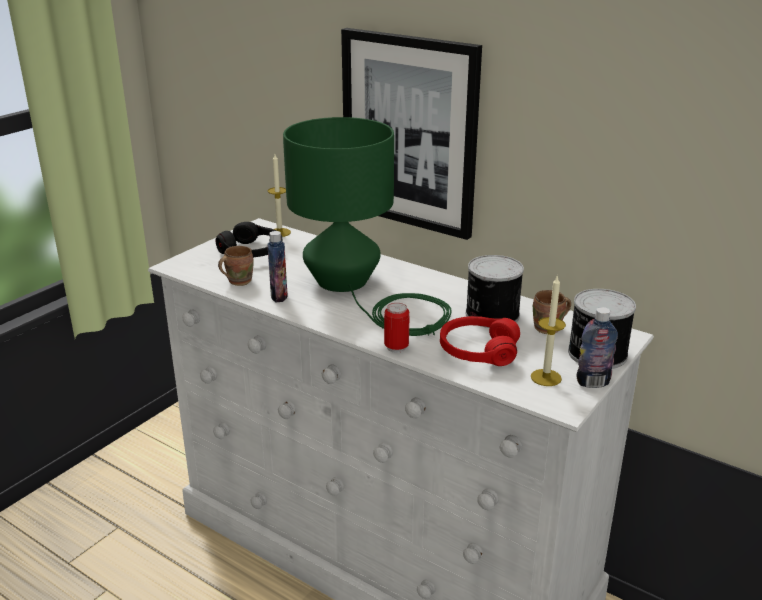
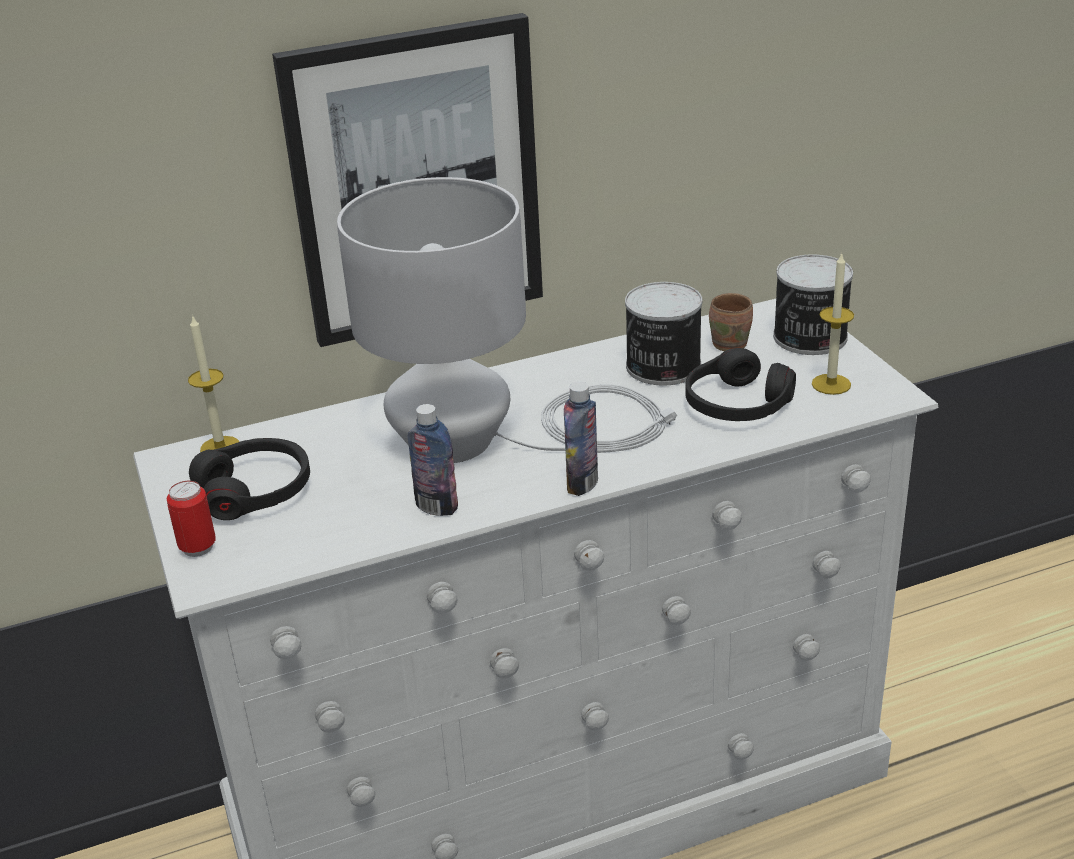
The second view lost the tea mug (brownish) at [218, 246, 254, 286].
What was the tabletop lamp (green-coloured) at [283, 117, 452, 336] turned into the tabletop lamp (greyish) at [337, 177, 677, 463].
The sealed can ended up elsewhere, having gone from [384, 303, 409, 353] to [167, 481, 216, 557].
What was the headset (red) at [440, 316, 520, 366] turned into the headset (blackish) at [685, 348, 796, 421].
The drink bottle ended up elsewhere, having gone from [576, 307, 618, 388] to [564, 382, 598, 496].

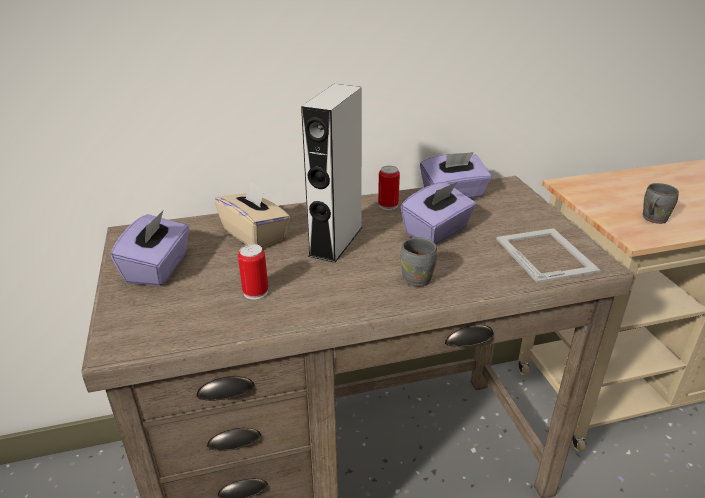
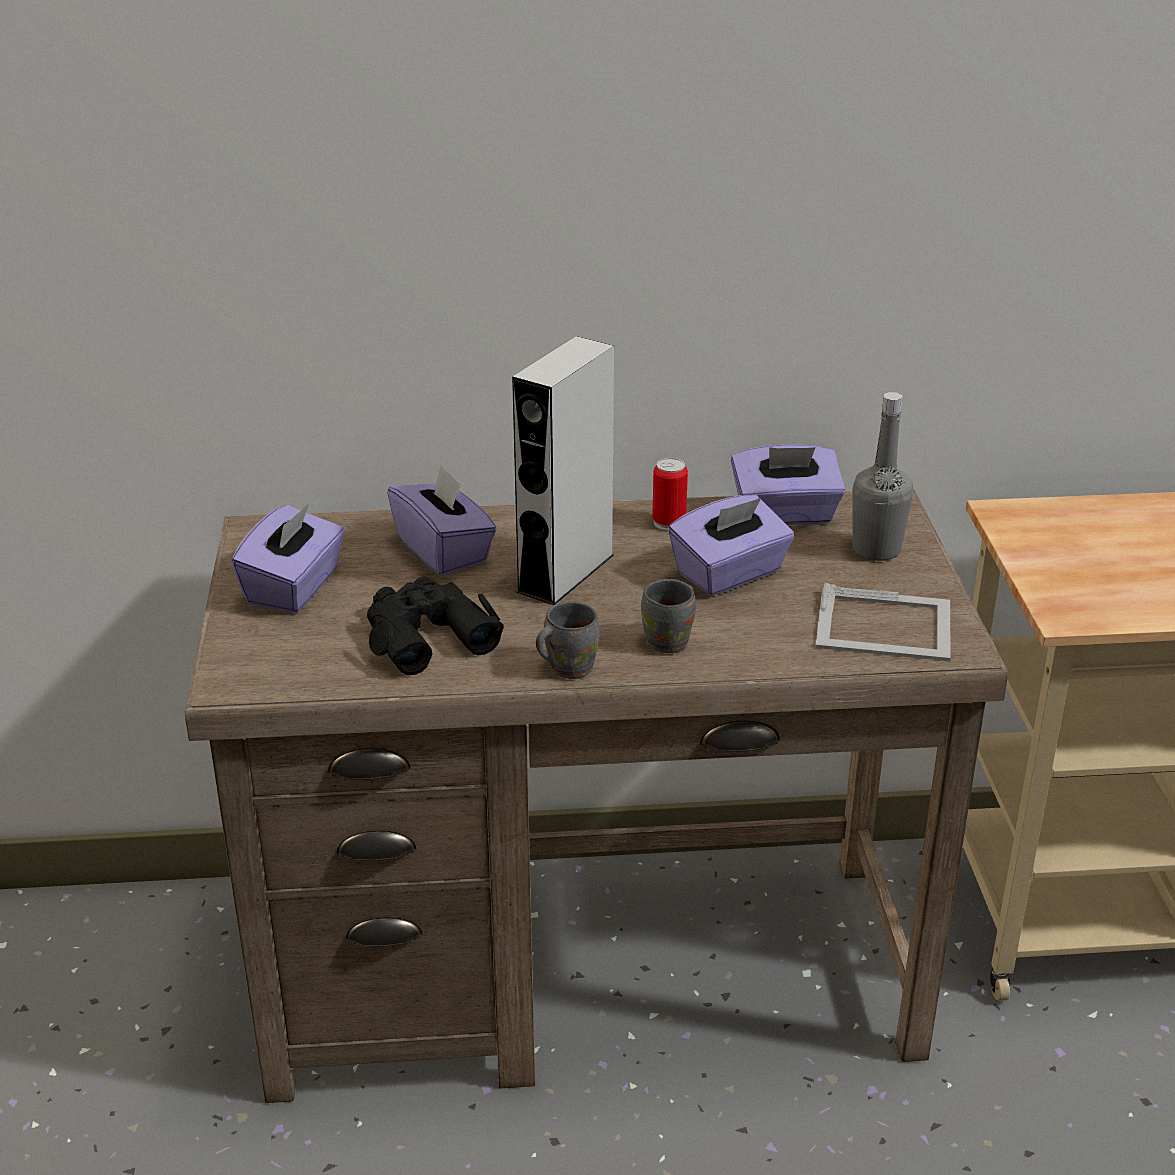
What was the tissue box (beige-coloured) at [215, 179, 290, 249] turned into the tissue box (purple-coloured) at [387, 465, 497, 576].
Where the sealed can stood at [238, 244, 268, 300], the binoculars (blackish) came to stand at [367, 577, 504, 675].
The picture frame at [496, 228, 600, 283] ended up facing another way, 105 degrees clockwise from before.
The tea mug (greyish) ended up elsewhere, having gone from [643, 183, 679, 224] to [536, 602, 600, 679].
The second view gained the drink bottle (greyish) at [852, 392, 913, 561].

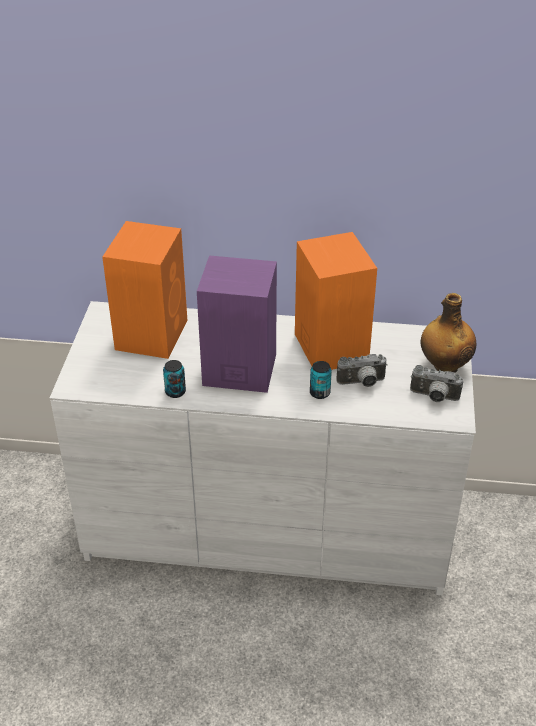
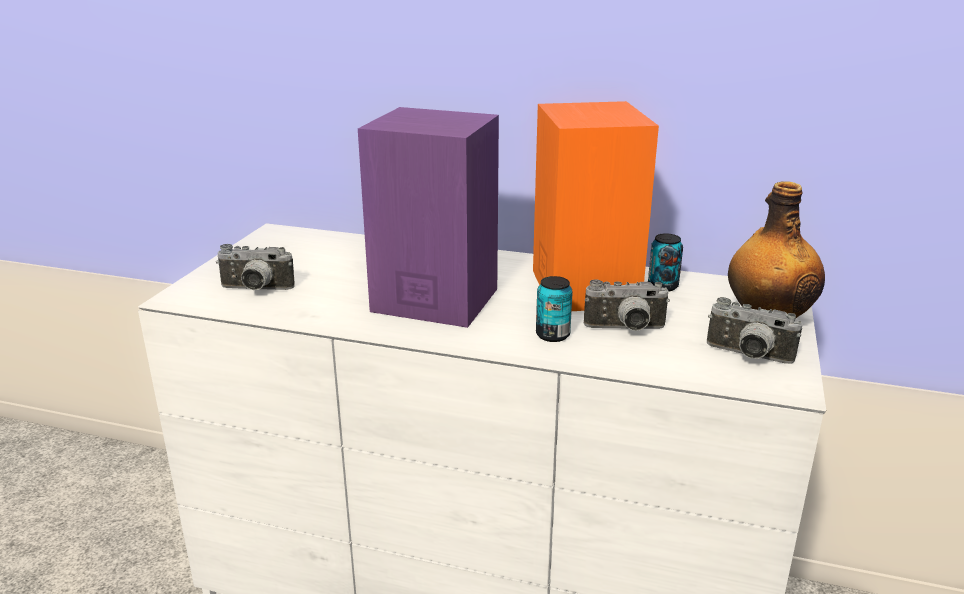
The second view lost the speaker (orangey) at [102, 221, 188, 359].
The sealed can ended up elsewhere, having gone from [163, 360, 186, 398] to [648, 233, 683, 292].
The second view gained the still camera at [216, 244, 295, 290].

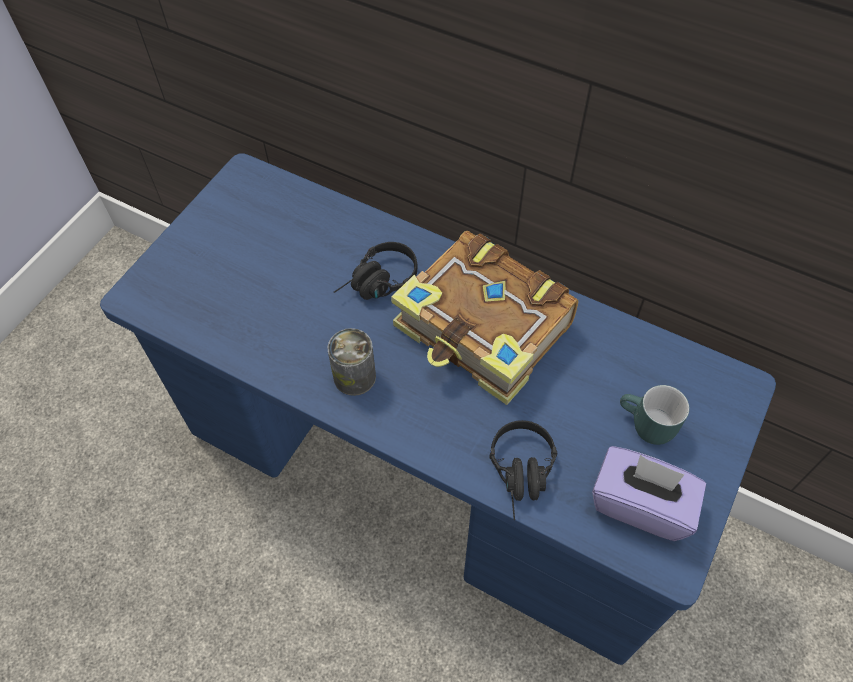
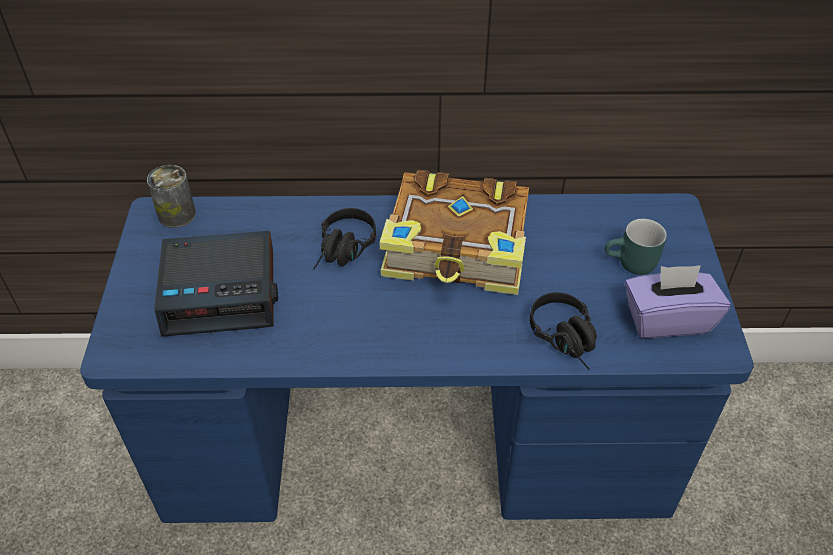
The sealed can ended up elsewhere, having gone from [328, 328, 376, 396] to [147, 165, 196, 228].
The second view gained the bedside clock at [154, 231, 278, 336].

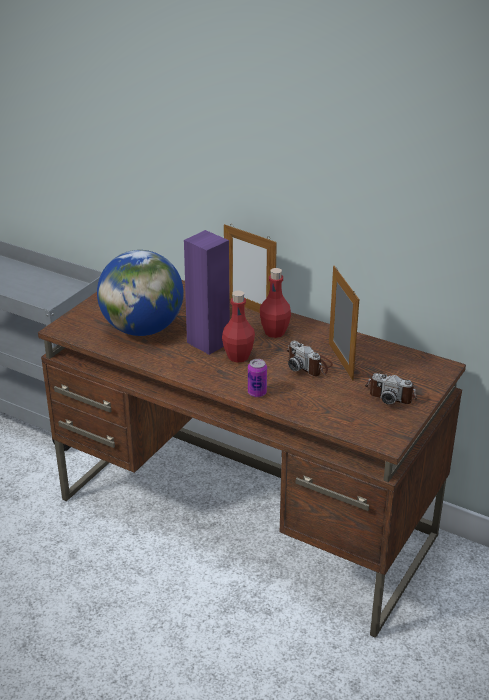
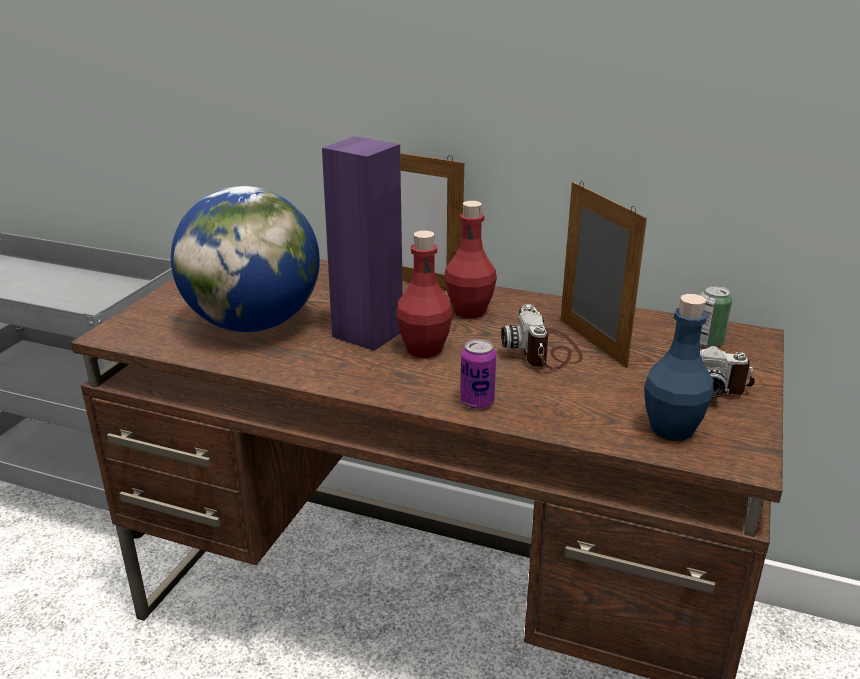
The still camera at [287, 341, 333, 376] ended up facing another way, 45 degrees clockwise from before.
The second view gained the drink bottle (blue) at [644, 294, 714, 441].
The second view gained the sealed can at [700, 285, 732, 347].

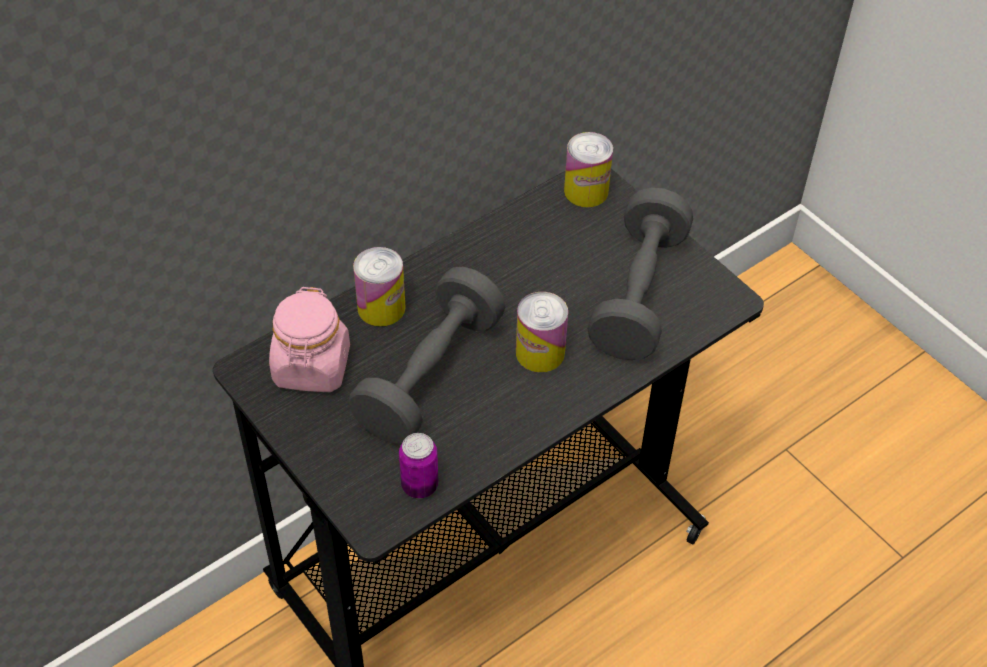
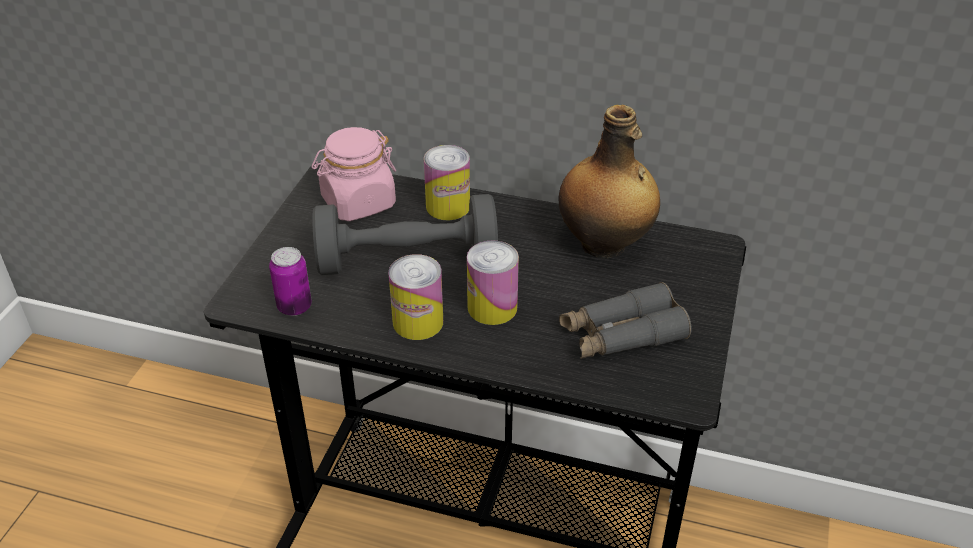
The sealed can ended up elsewhere, having gone from [564, 132, 613, 207] to [388, 254, 443, 340].
Where the hand weight (greyish) stood at [587, 188, 693, 360], the binoculars (greyish) came to stand at [559, 282, 692, 359].
The second view gained the drink bottle at [559, 105, 660, 259].

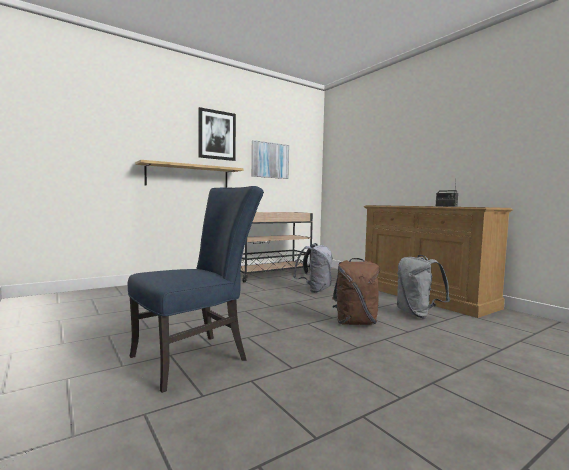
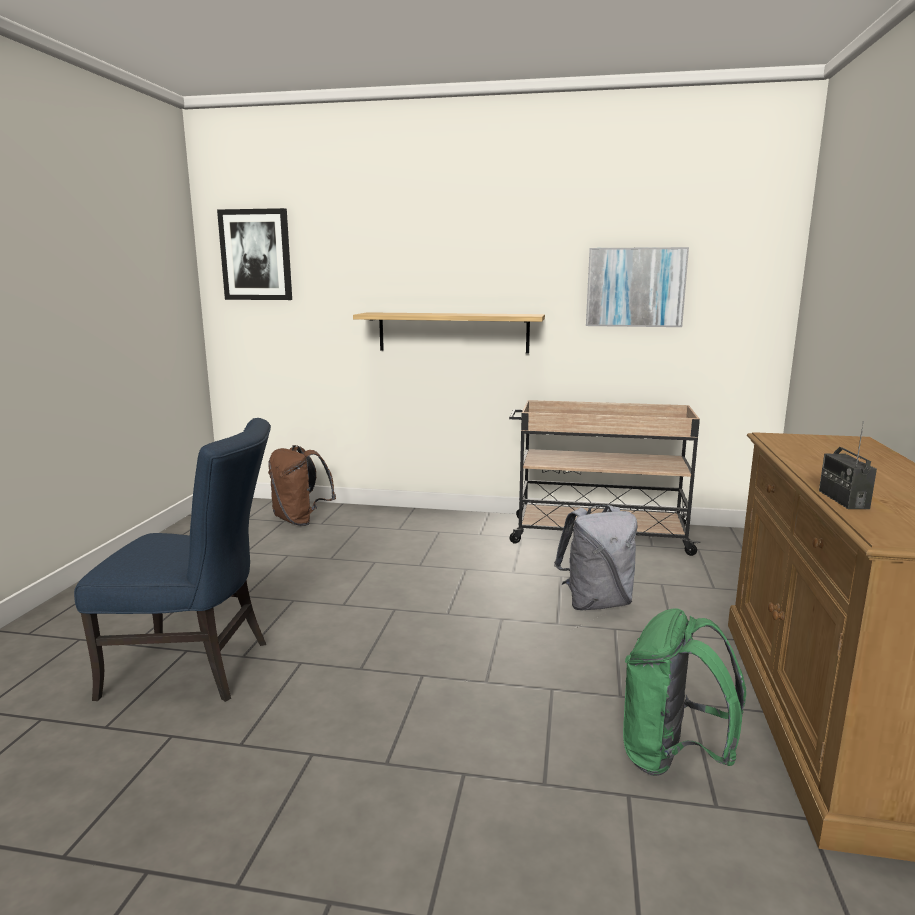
The wall art ended up elsewhere, having gone from [198, 107, 236, 161] to [217, 208, 292, 300].
The knapsack (brownish) ended up elsewhere, having gone from [332, 258, 380, 325] to [268, 445, 336, 526].
What was the knapsack (greyish) at [397, 255, 450, 319] turned into the knapsack (green-coloured) at [623, 608, 746, 776].

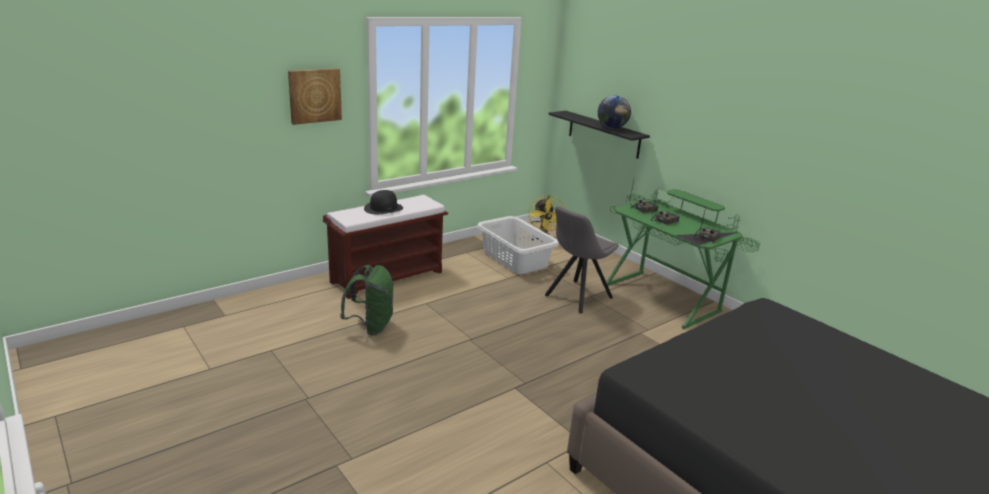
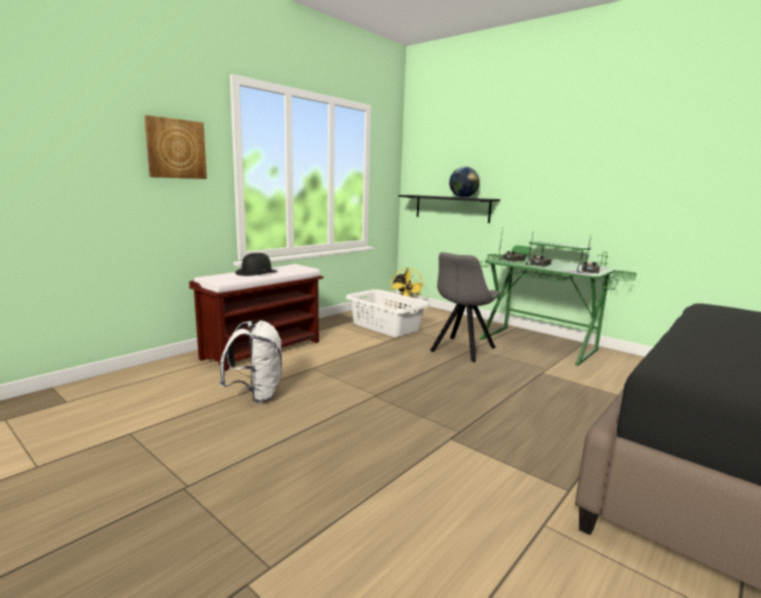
What was the knapsack (green-coloured) at [340, 265, 394, 335] turned into the knapsack (white-coloured) at [219, 321, 282, 403].

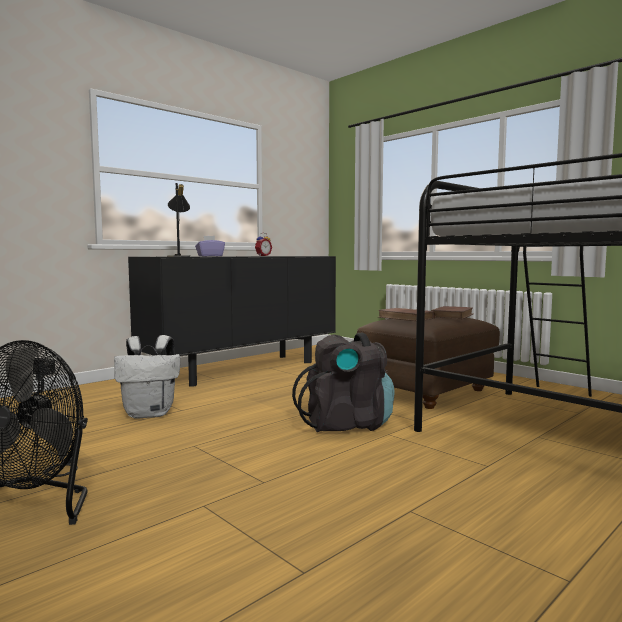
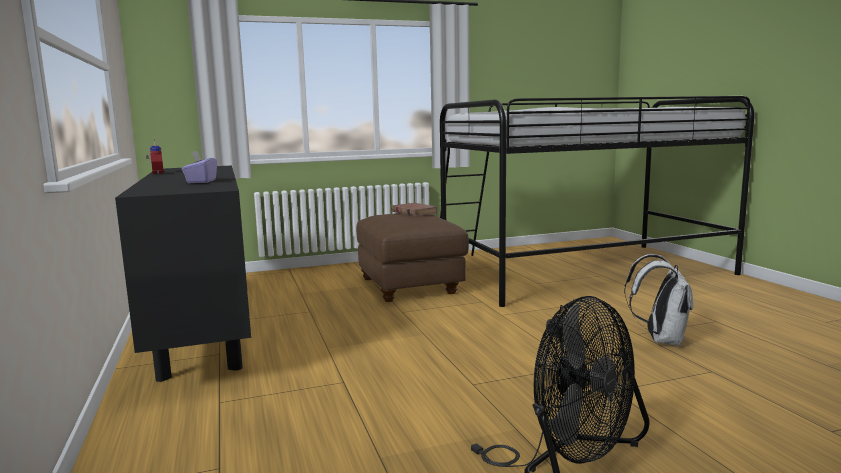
The knapsack (white-coloured) ended up elsewhere, having gone from [114, 335, 180, 419] to [624, 254, 693, 346].
The second view lost the tabletop lamp (blackish) at [168, 183, 190, 257].
The second view lost the knapsack (blackish) at [292, 333, 395, 432].
The second view lost the volume (brownish) at [378, 308, 435, 321].

